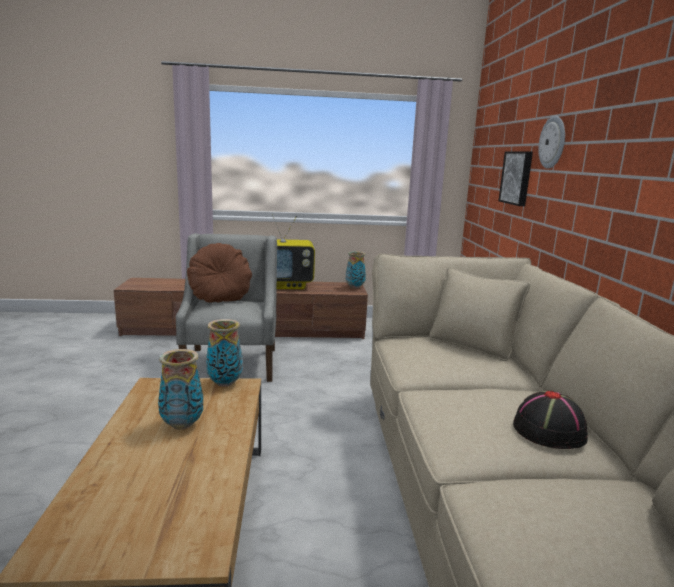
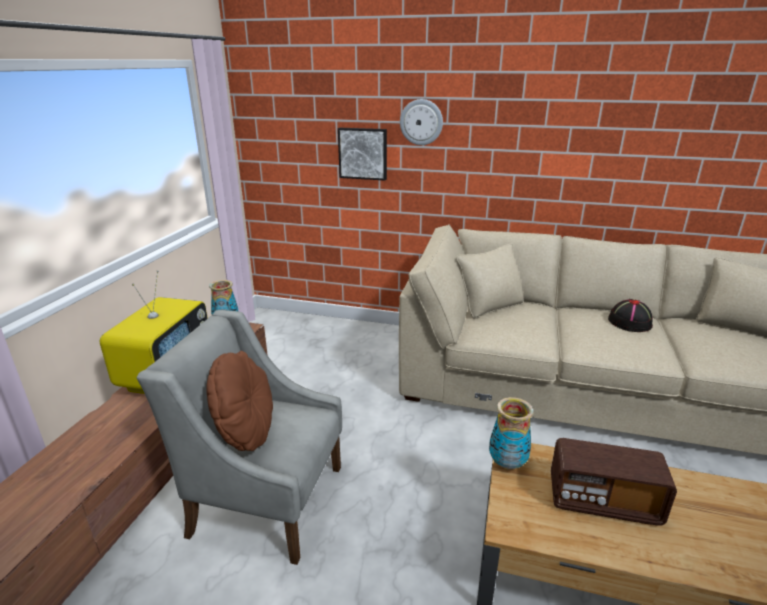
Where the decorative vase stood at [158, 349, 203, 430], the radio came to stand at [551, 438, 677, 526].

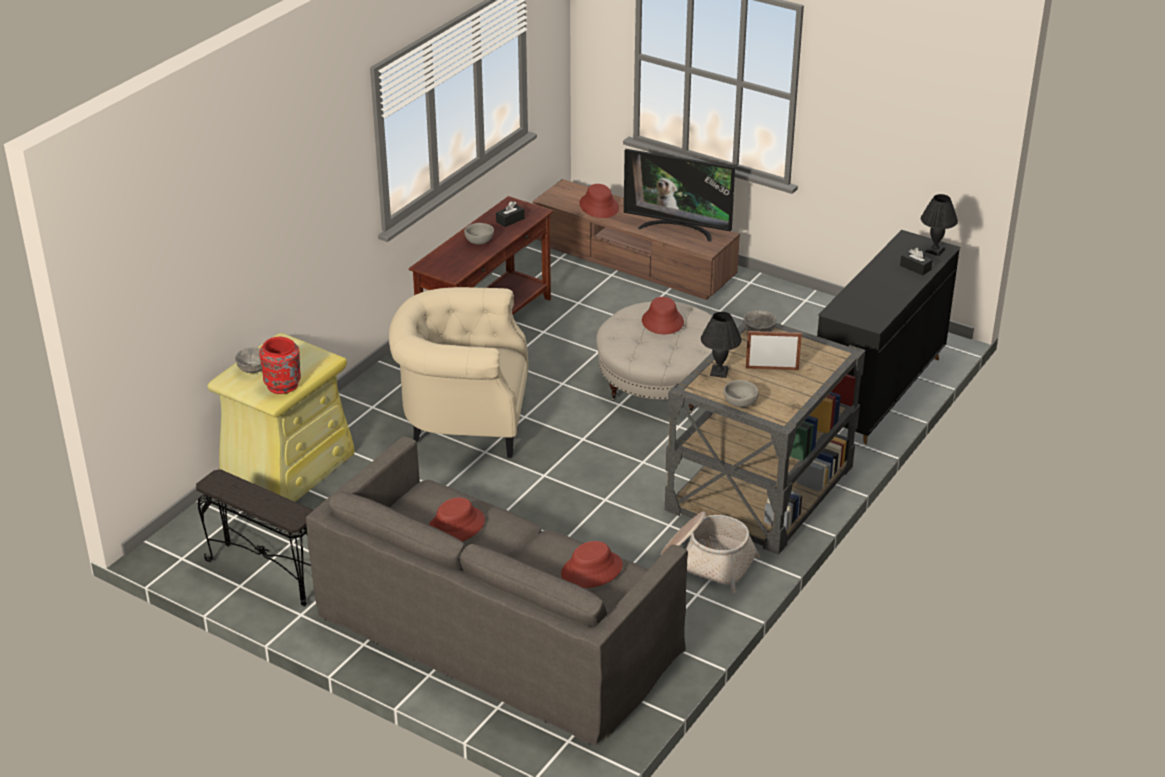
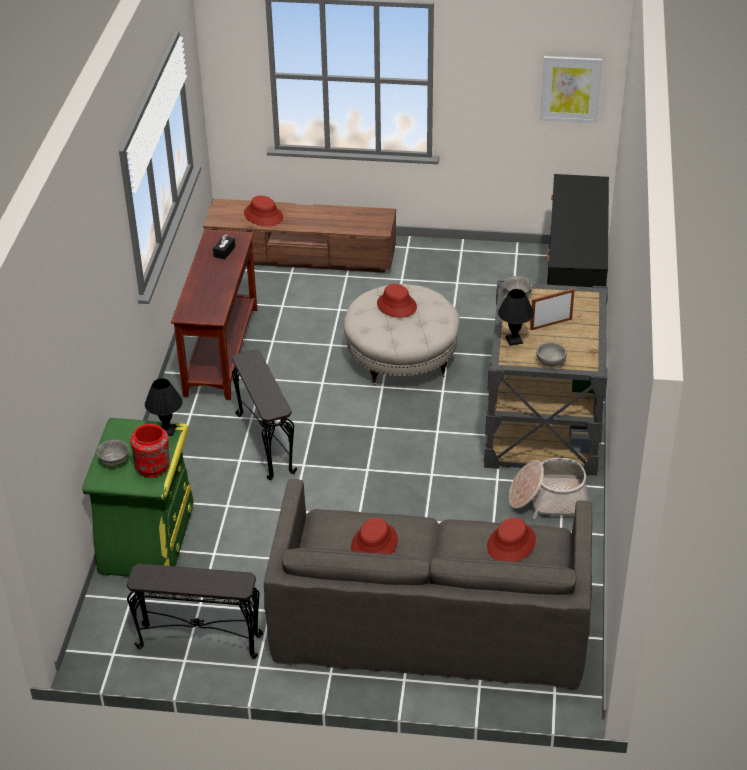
What was the nightstand (yellow-coloured) at [207, 333, 355, 502] turned into the nightstand (green-coloured) at [82, 418, 194, 577].
Where the lounge chair (beige-coloured) stood at [389, 287, 528, 458], the end table (blackish) came to stand at [232, 349, 297, 480].
The second view lost the bowl (greyish) at [464, 223, 494, 245].
The second view lost the television at [624, 149, 735, 242].
The second view lost the tissue box (blackish) at [900, 248, 932, 276].
The tabletop lamp (blackish) ended up elsewhere, having gone from [921, 194, 958, 256] to [145, 378, 182, 436].
The second view gained the wall art at [540, 56, 603, 123].

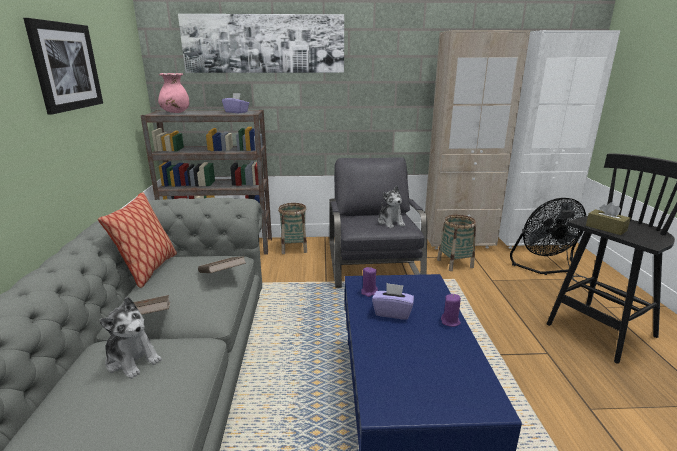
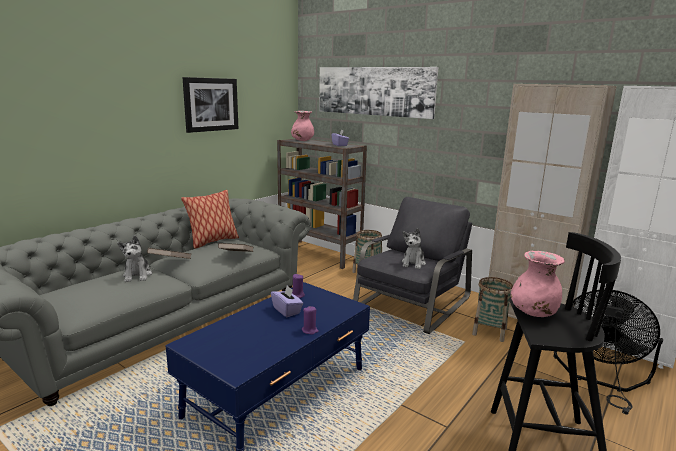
Where the tissue box (brownish) stood at [586, 202, 631, 235], the decorative vase (pink) came to stand at [511, 251, 565, 317].

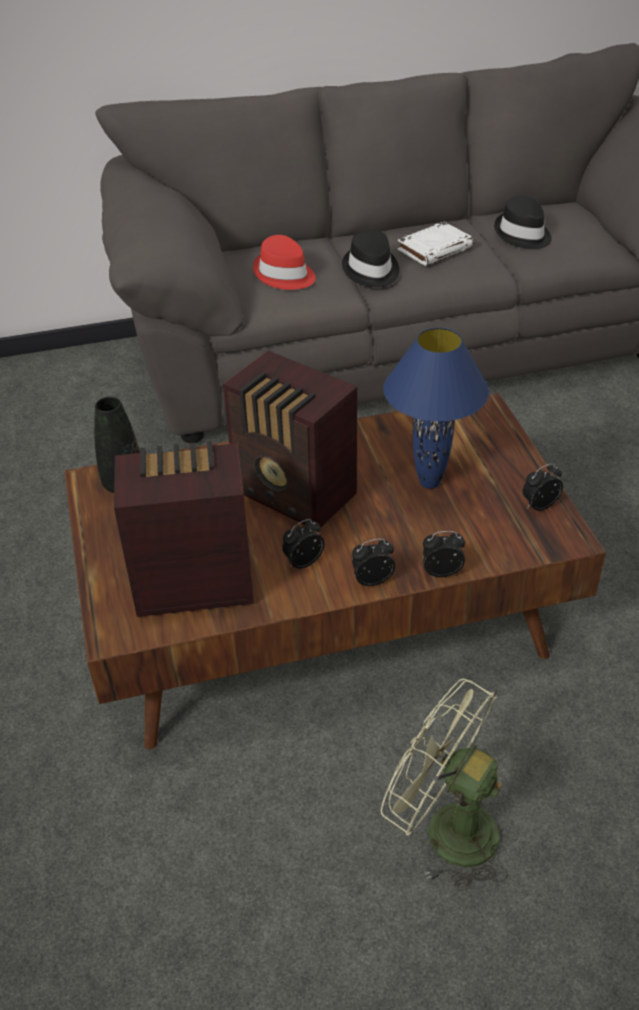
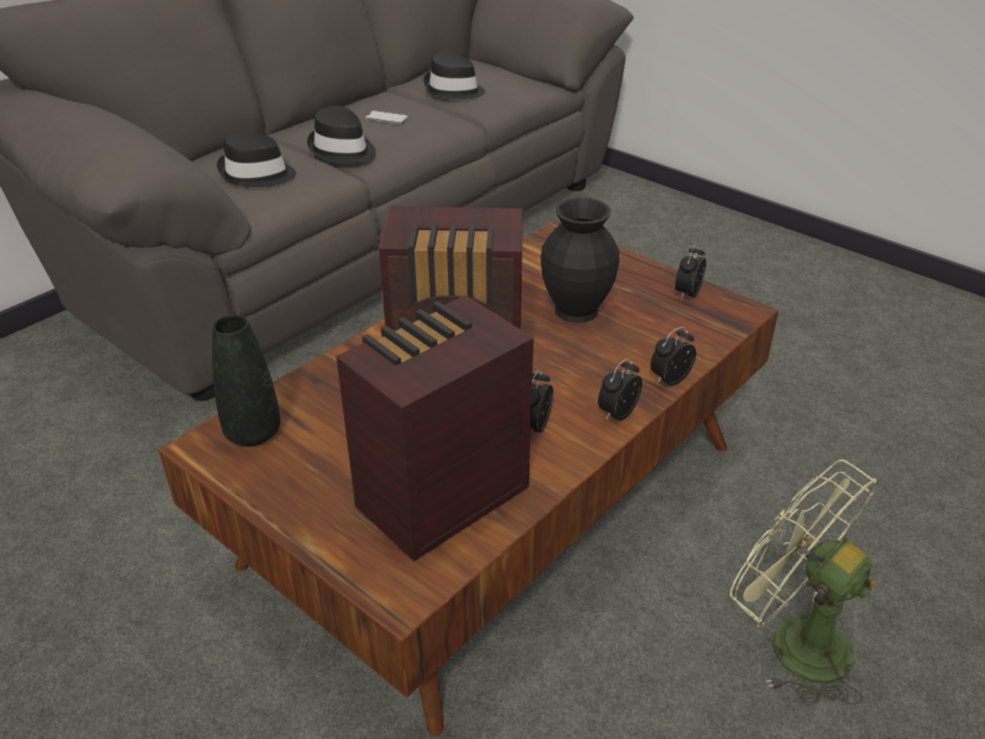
What was the clothing hat (red) at [253, 235, 315, 290] turned into the clothing hat (blackish) at [217, 130, 296, 187].
The cooling fan (green-coloured) at [381, 679, 508, 891] ended up facing another way, 45 degrees clockwise from before.
Where the tabletop lamp (blue) stood at [383, 328, 489, 489], the decorative vase (blackish) came to stand at [540, 197, 619, 323].
Where the volume (white-coloured) stood at [397, 222, 474, 266], the telephone came to stand at [364, 110, 409, 124].

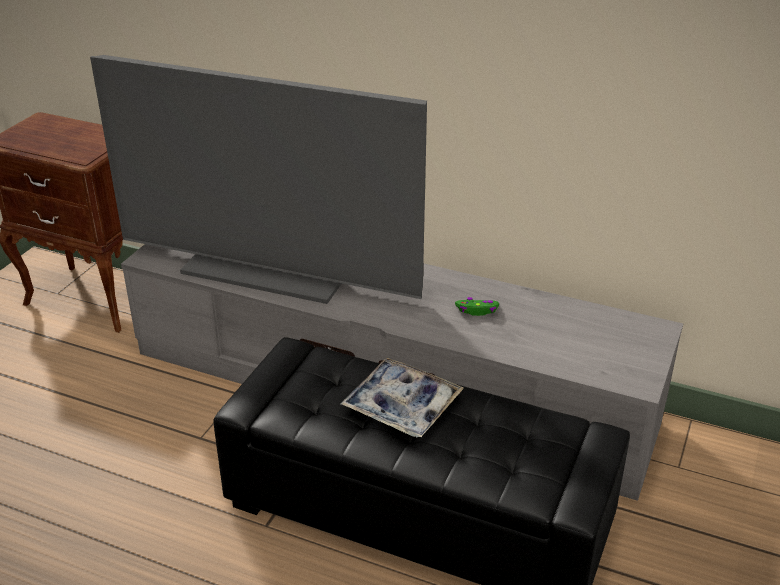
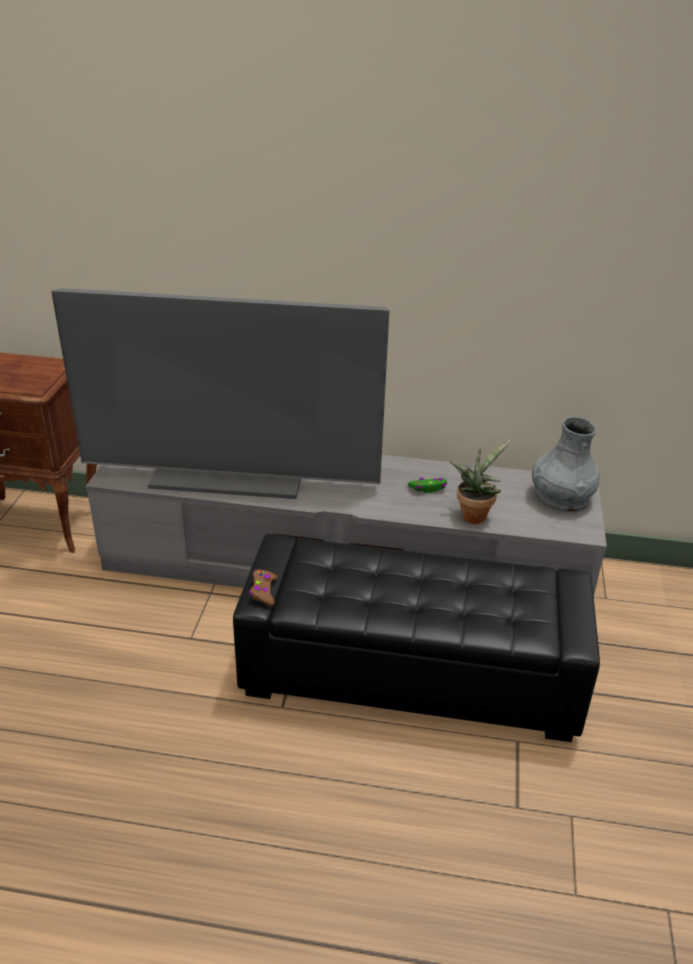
The second view lost the tray at [341, 358, 464, 438].
The second view gained the gamepad (brownish) at [249, 569, 278, 606].
The second view gained the potted plant at [450, 440, 510, 524].
The second view gained the decorative vase (greyish) at [532, 417, 600, 512].

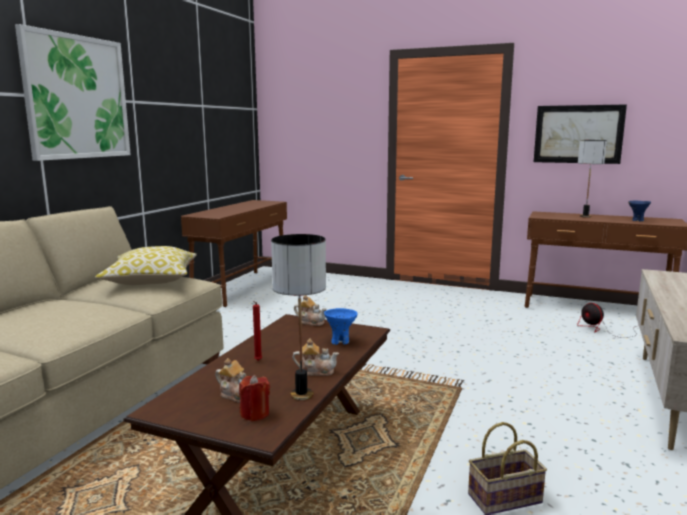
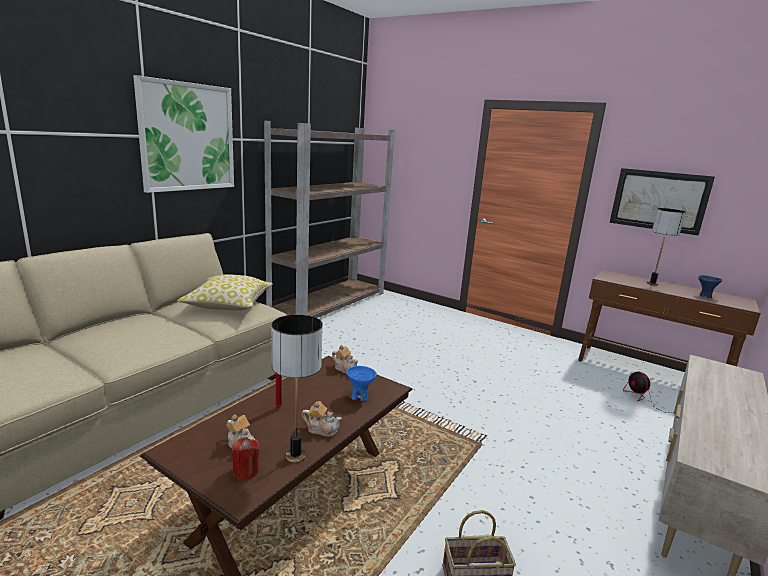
Where the hall table (brownish) stood at [181, 200, 287, 307], the bookshelf (brownish) came to stand at [264, 120, 395, 318].

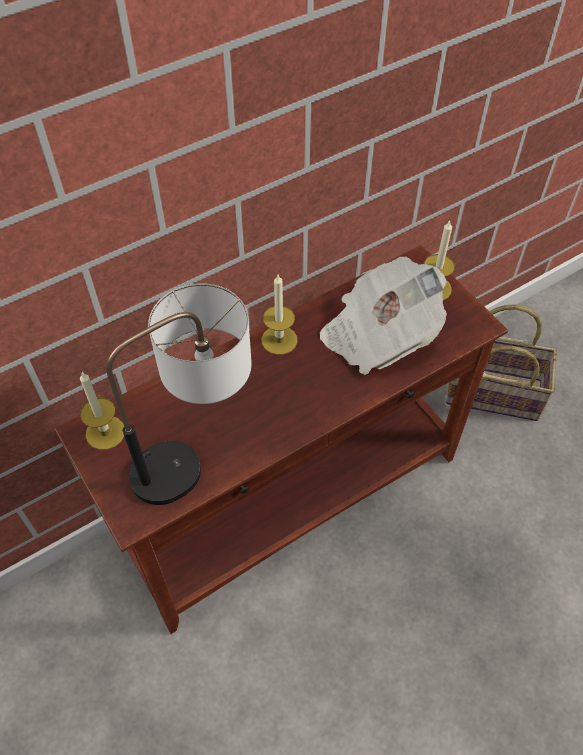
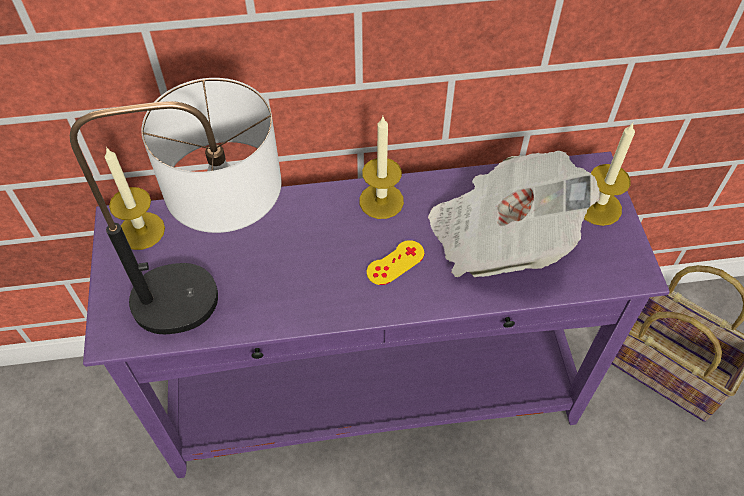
What was the hall table (brownish) at [55, 245, 508, 634] turned into the hall table (purple-coloured) at [83, 152, 670, 478].
The second view gained the gamepad (yellow-coloured) at [367, 240, 425, 285].

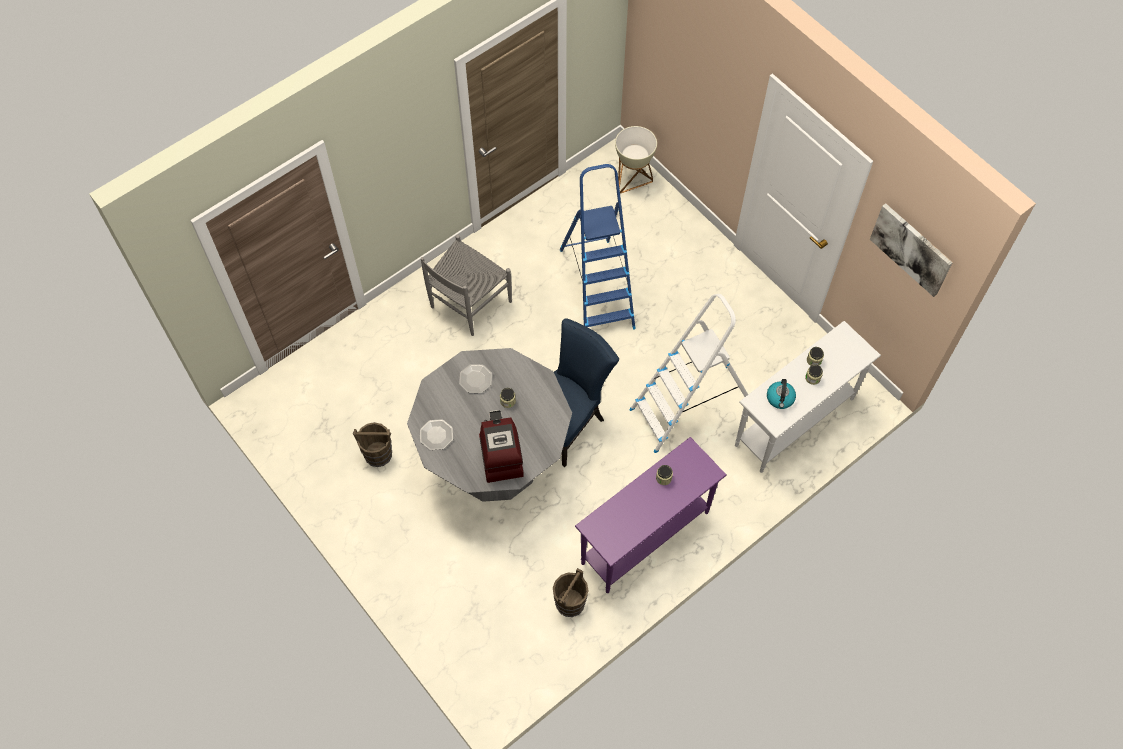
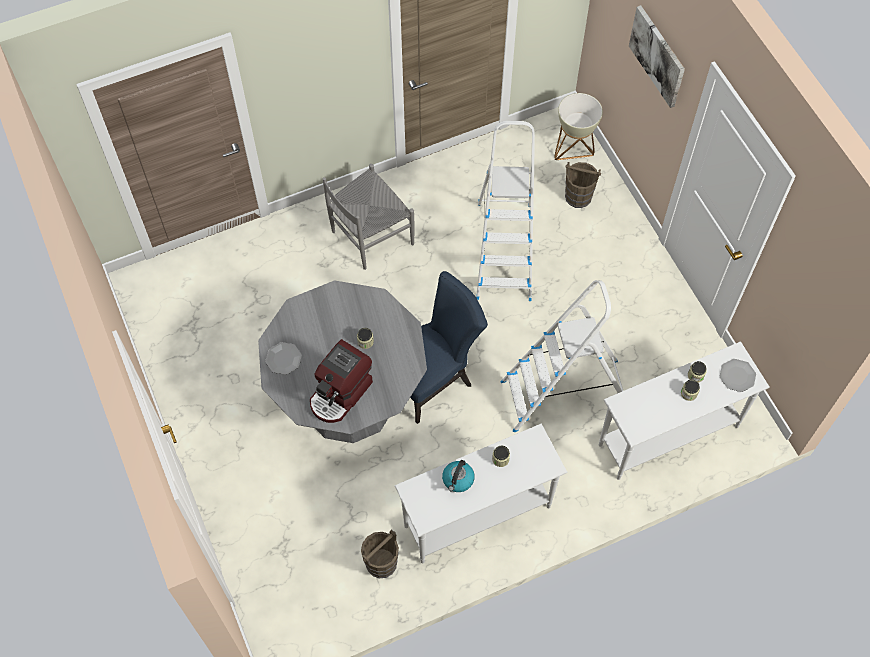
The pail (brownish) ended up elsewhere, having gone from [353, 422, 392, 467] to [565, 162, 601, 208].
The dinner plate ended up elsewhere, having gone from [459, 364, 492, 393] to [720, 359, 756, 392].
The coffee machine at [479, 410, 524, 483] ended up facing another way, 150 degrees counterclockwise from before.
What was the stepladder (blue) at [560, 164, 635, 330] turned into the stepladder (white-coloured) at [476, 121, 535, 301].
What was the hall table (purple-coloured) at [575, 437, 726, 593] turned into the hall table (white-coloured) at [395, 424, 567, 564].
The kettle ended up elsewhere, having gone from [767, 379, 796, 409] to [442, 460, 475, 492].
The wall art ended up elsewhere, having gone from [870, 203, 953, 297] to [629, 5, 685, 108].

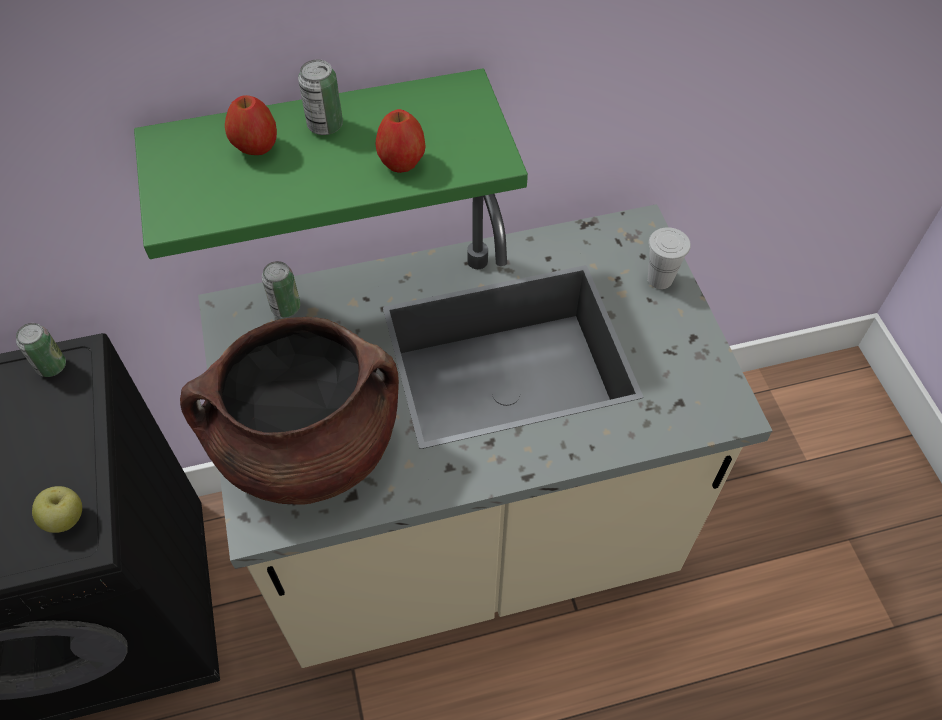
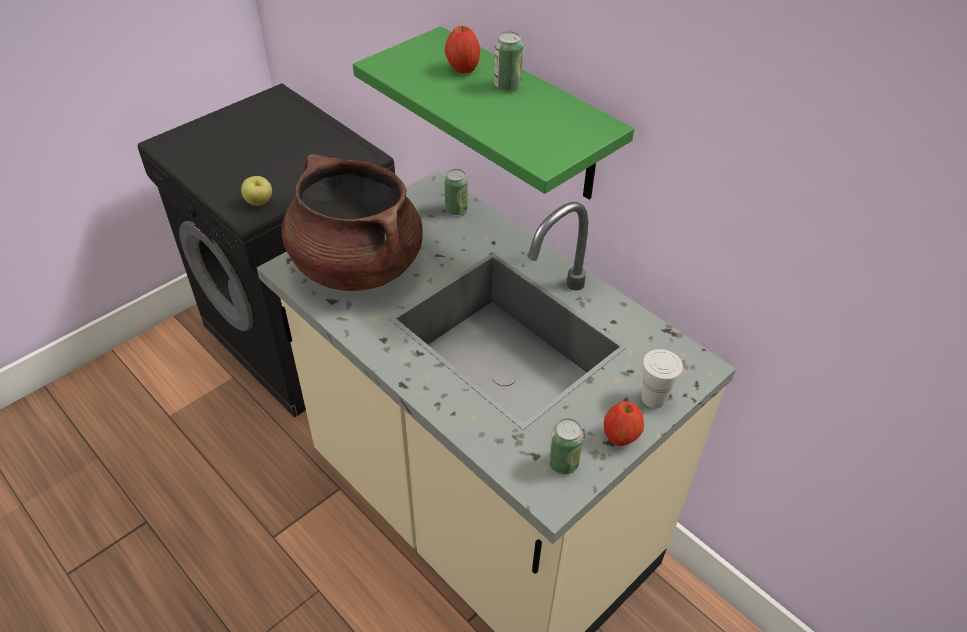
The sealed can ended up elsewhere, having gone from [16, 323, 66, 377] to [548, 418, 584, 474].
The apple ended up elsewhere, having gone from [376, 109, 426, 173] to [603, 401, 644, 446].

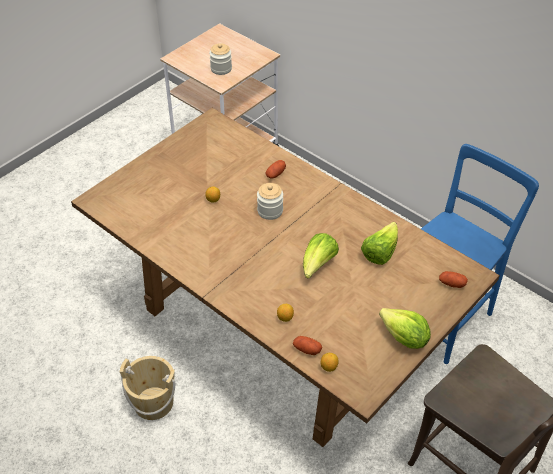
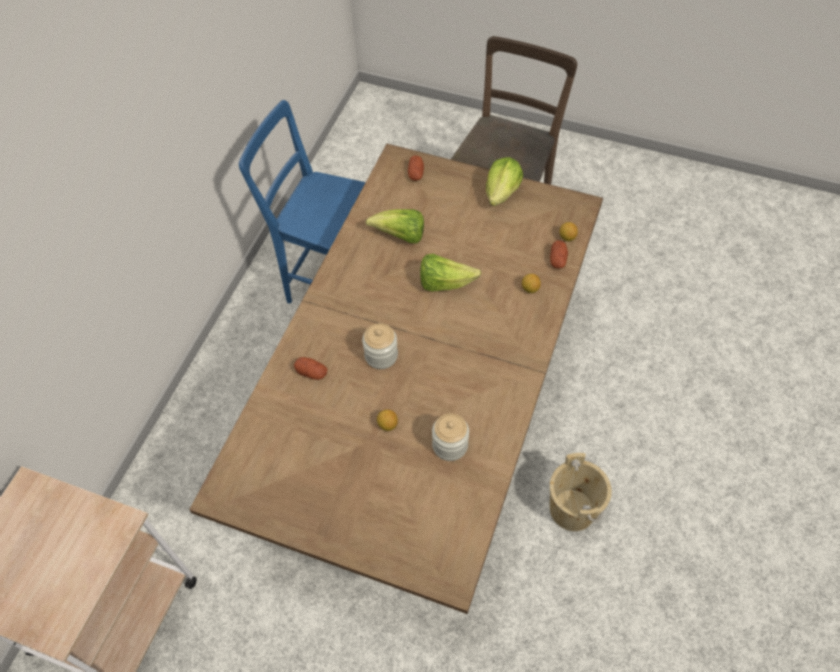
The jar ended up elsewhere, having gone from [209, 43, 232, 75] to [432, 413, 469, 461].

